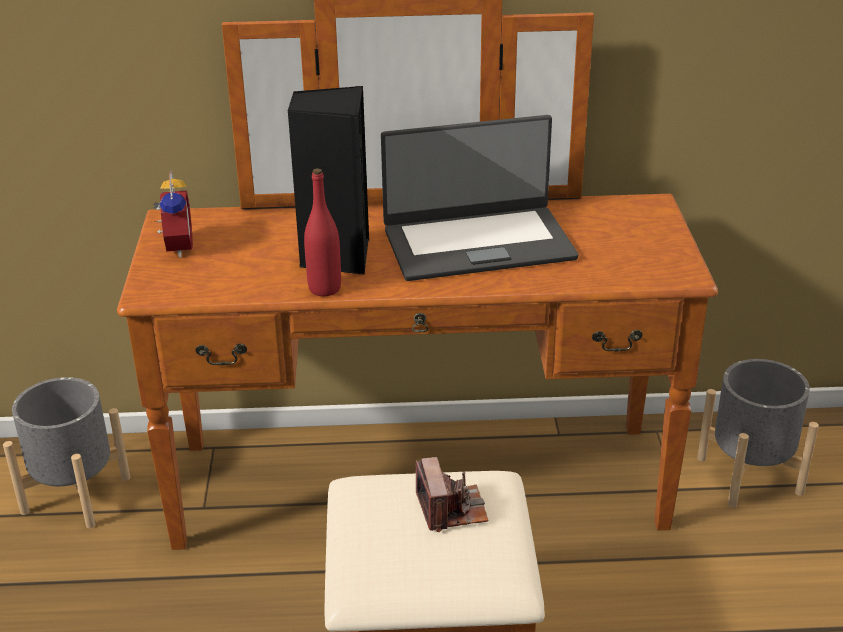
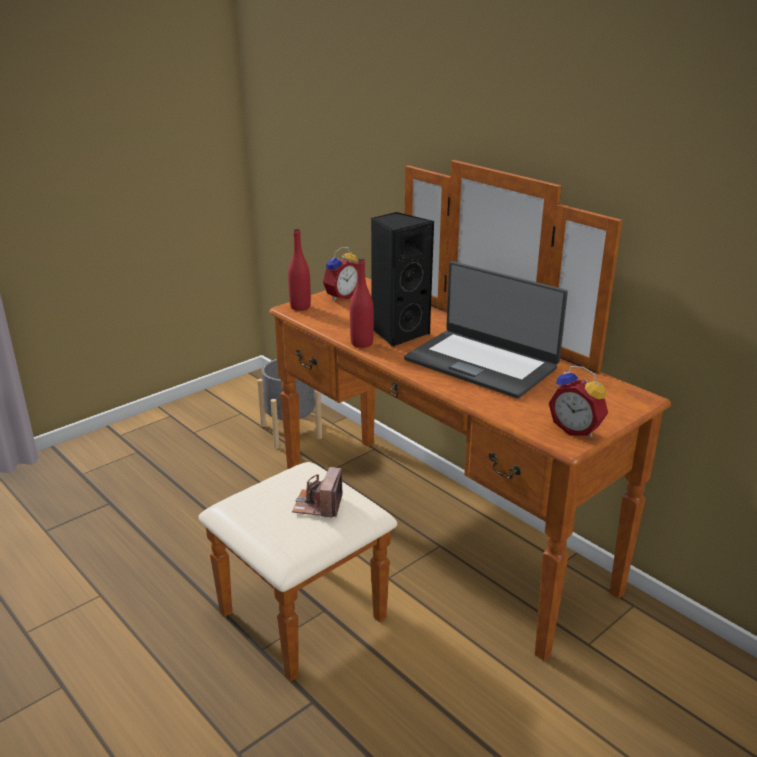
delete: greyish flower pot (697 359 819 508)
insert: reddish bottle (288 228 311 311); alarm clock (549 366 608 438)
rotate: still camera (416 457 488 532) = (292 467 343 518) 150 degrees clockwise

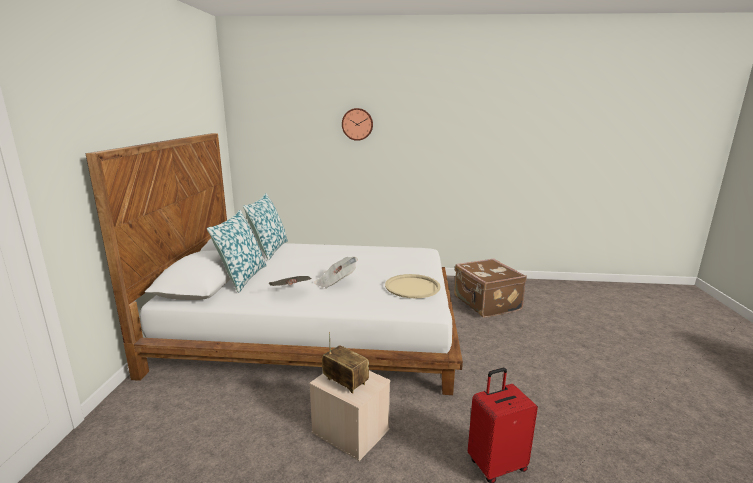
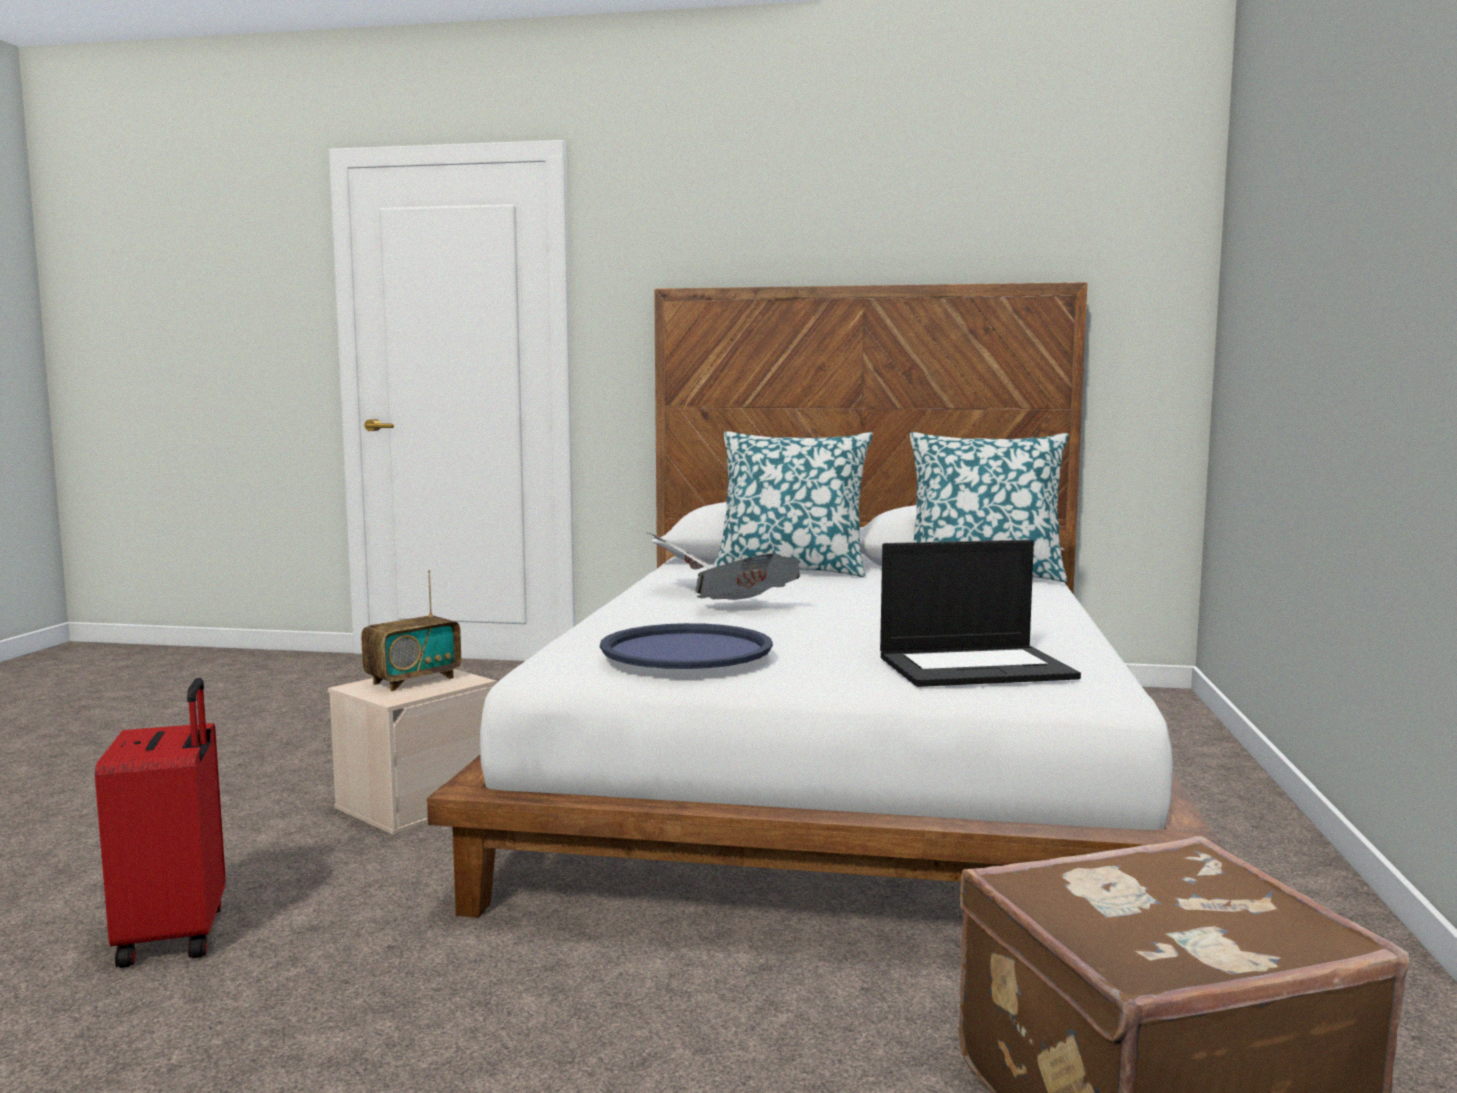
delete: hanging clock (342 108 373 141)
insert: laptop (880 540 1081 687)
recolor: beige-coloured carrying tray (385 274 441 298) to blue carrying tray (600 623 773 669)

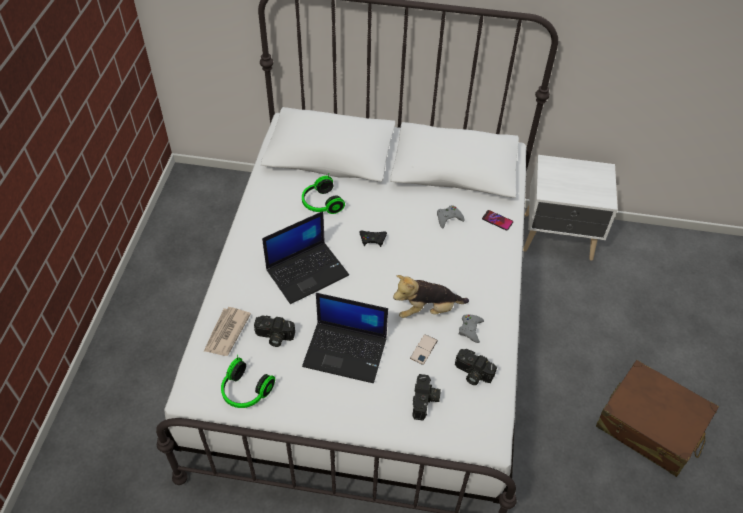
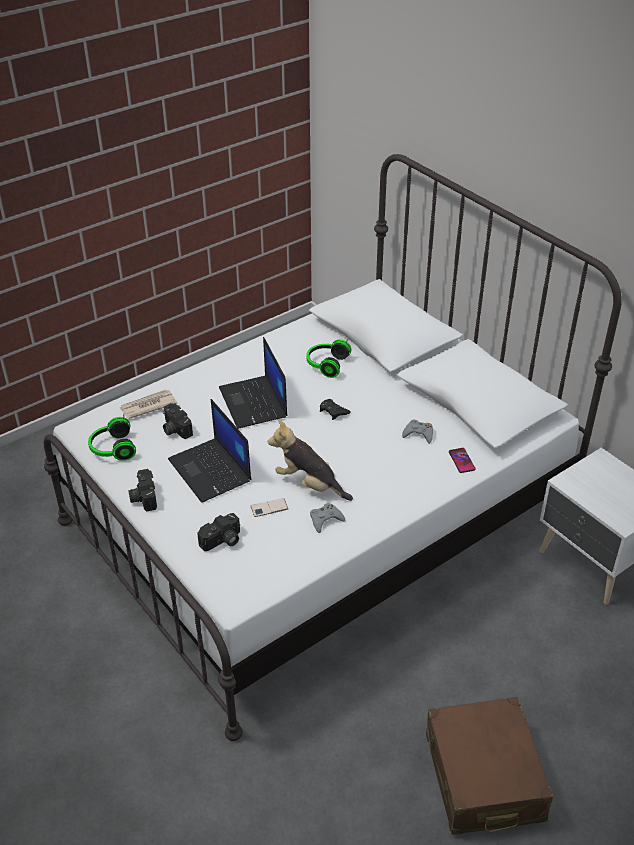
move: still camera (455 349 497 385) to (128 469 157 512)
rotate: laptop (262 211 349 304) = (219 337 287 429) 60 degrees clockwise

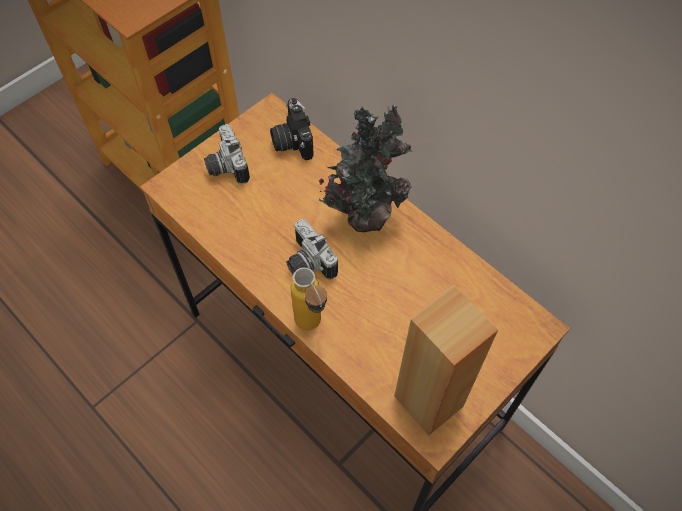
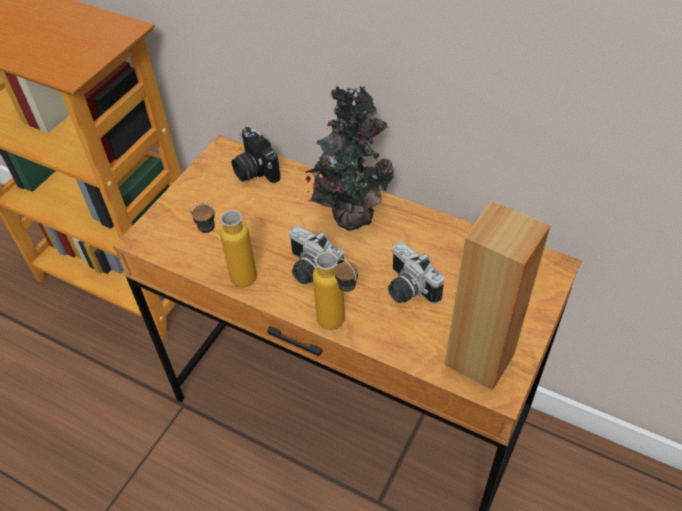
insert: bottle (190 202 257 287)
move: still camera (204 124 250 184) to (388 242 444 304)

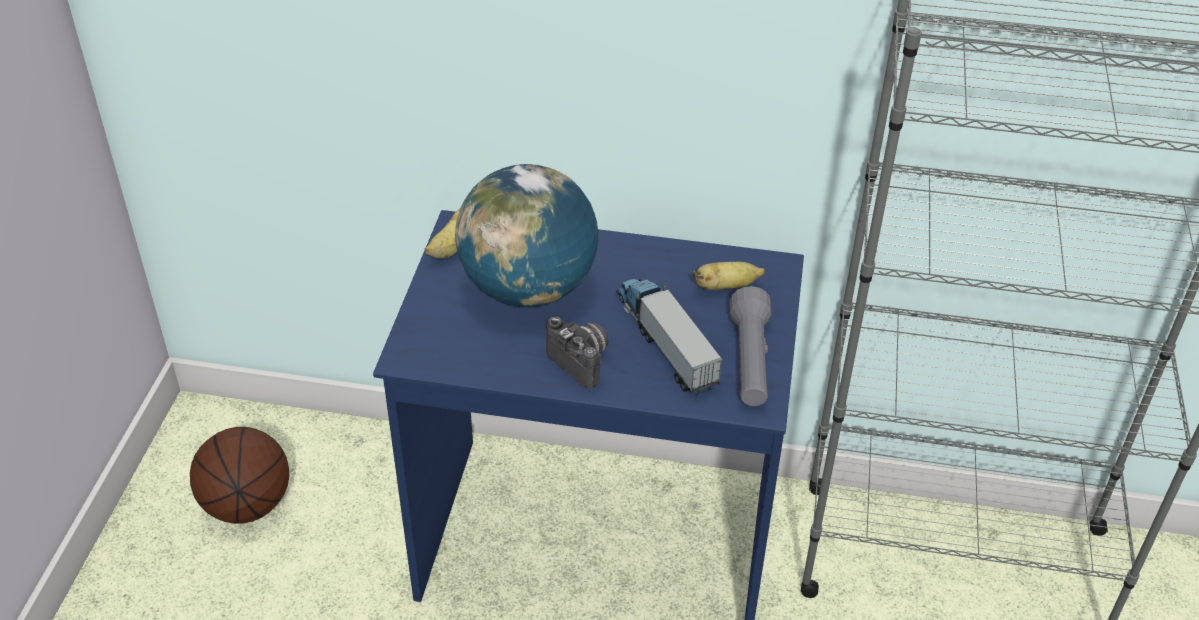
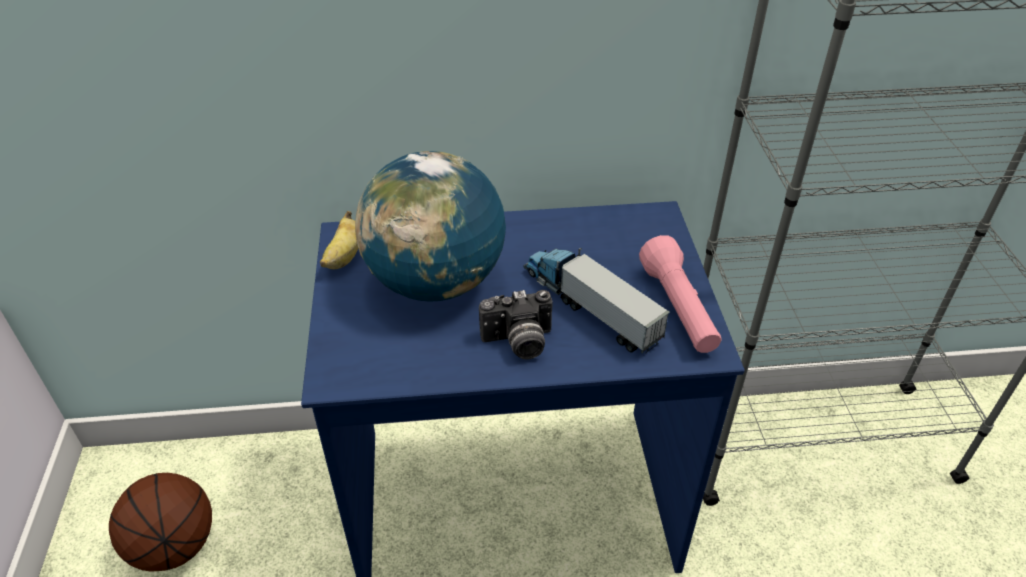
delete: whole banana (693 262 765 290)
recolor: greyish flashlight (730 286 771 406) to pinkish flashlight (639 235 721 353)
rotate: still camera (546 316 609 389) = (479 290 553 359) 135 degrees clockwise

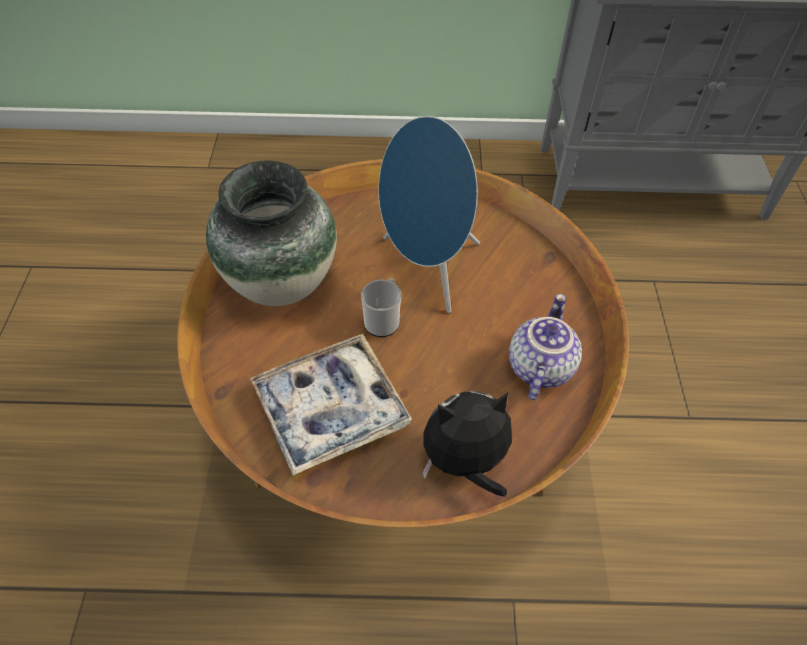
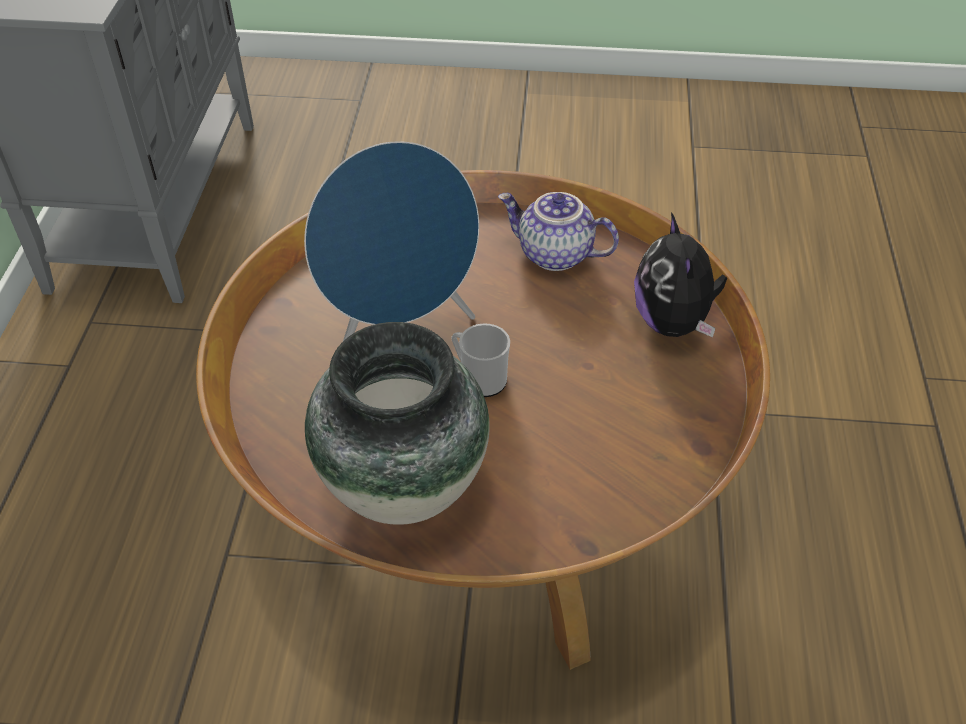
delete: carrying tray (250 334 412 476)

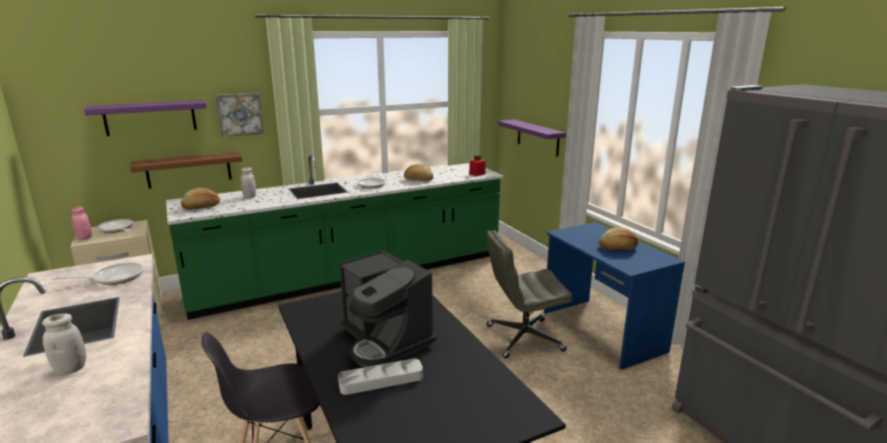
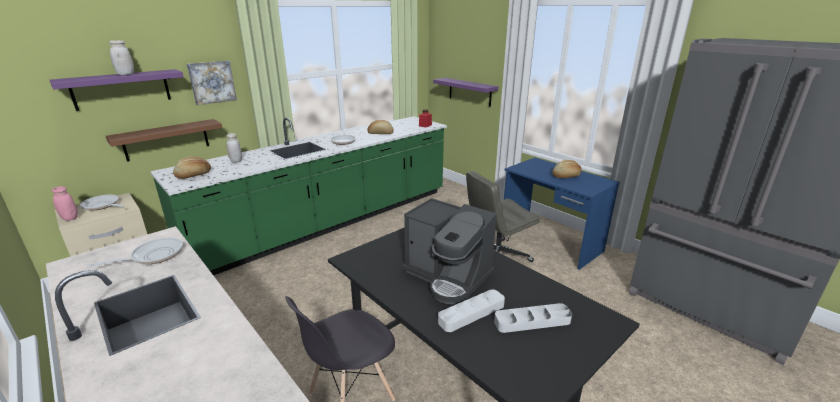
insert: greyish carrying tray (494 303 572 333)
move: white storage jar (42 314 86 375) to (109 40 134 75)

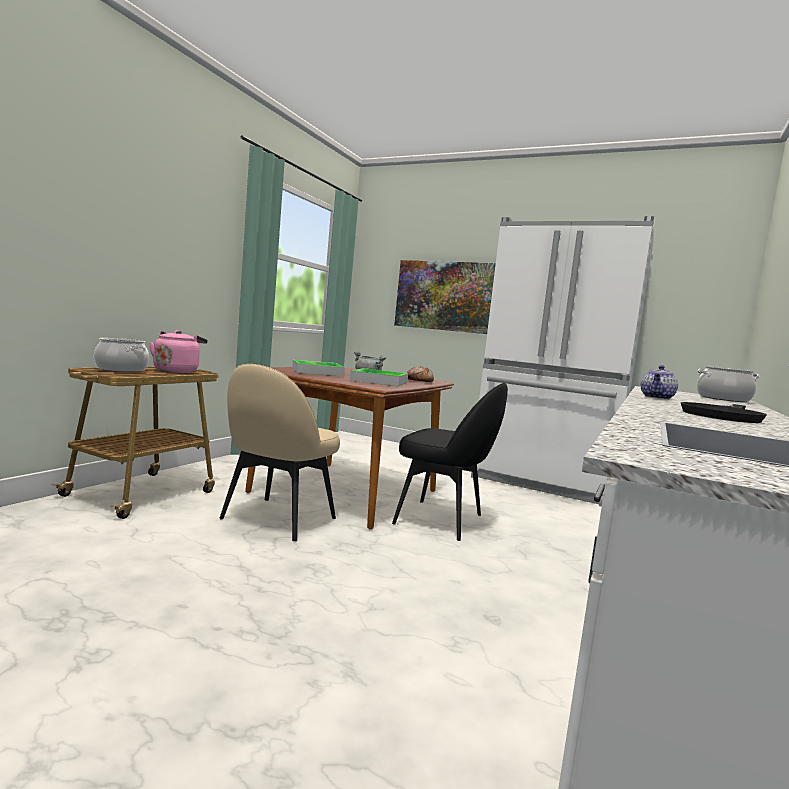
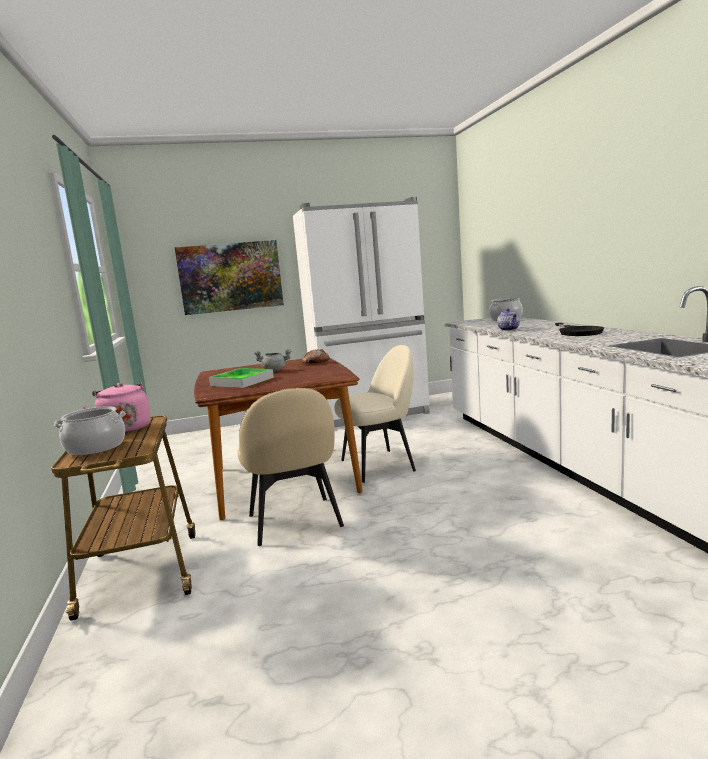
delete: carrying tray (350 368 408 386)
recolor: black upright chair (392 383 508 541) to beige-coloured upright chair (334 345 416 483)

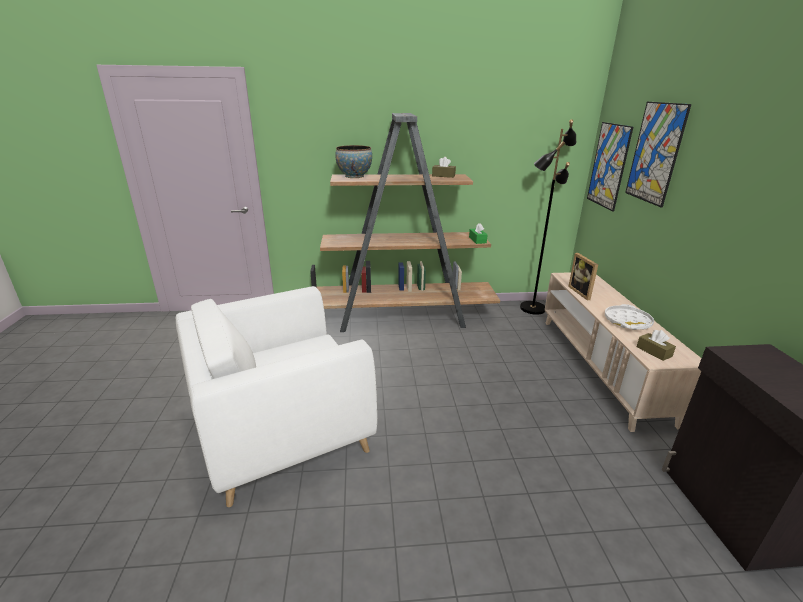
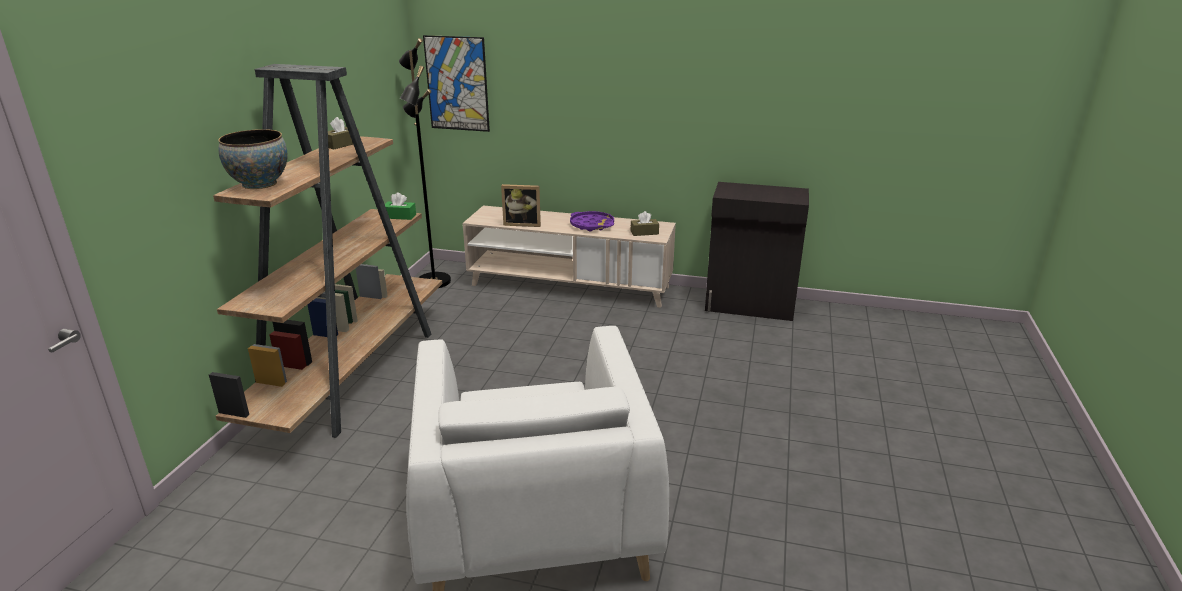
delete: picture (625 102 692 208)
recolor: white carrying tray (605 304 654 330) to purple carrying tray (570 211 614 231)

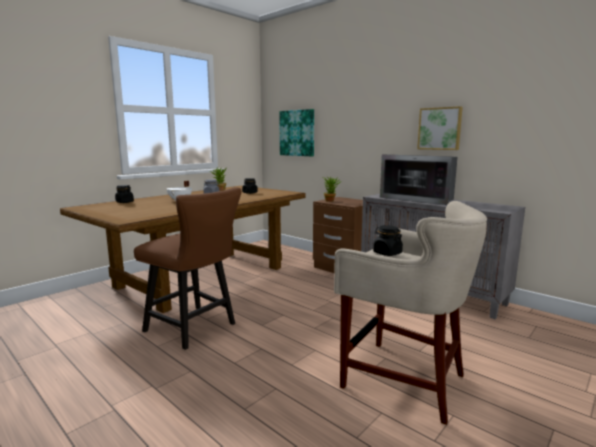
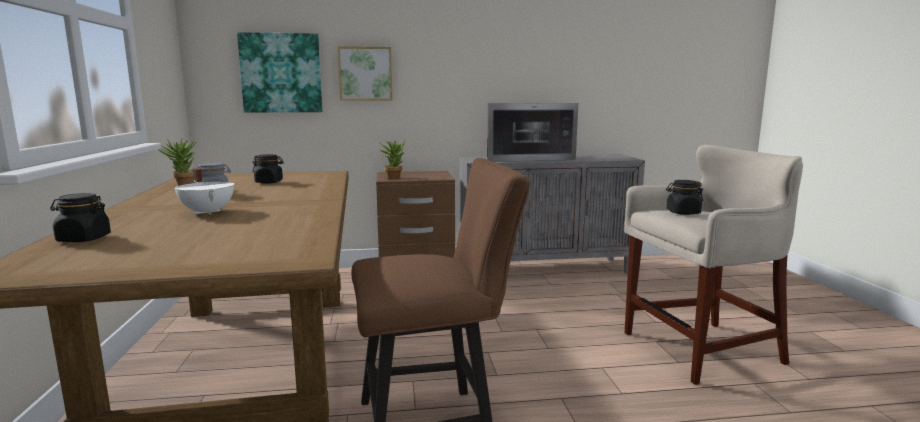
move: picture (417 106 463 150) to (338 46 392 100)

